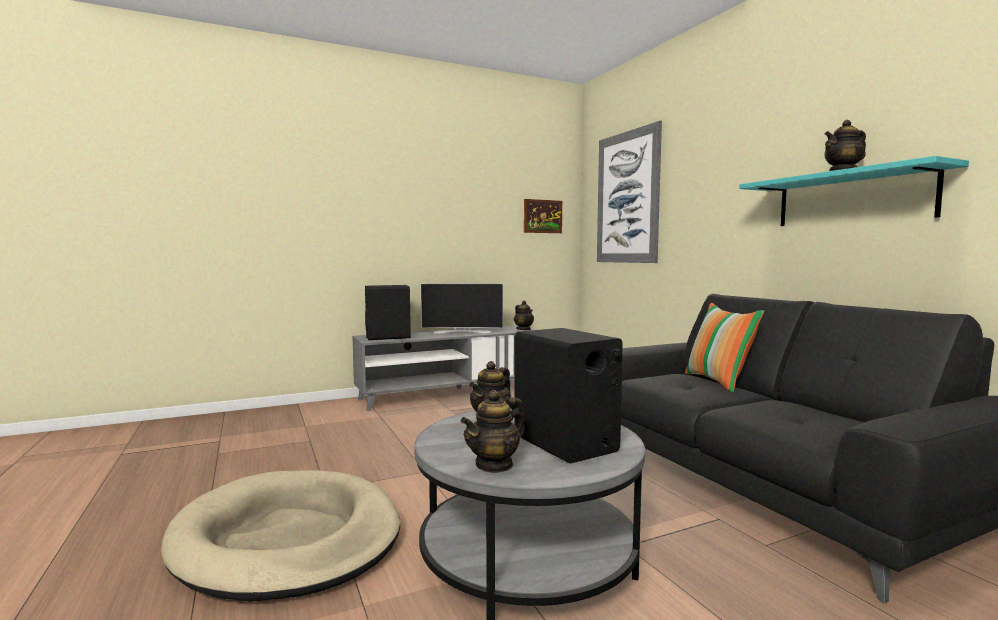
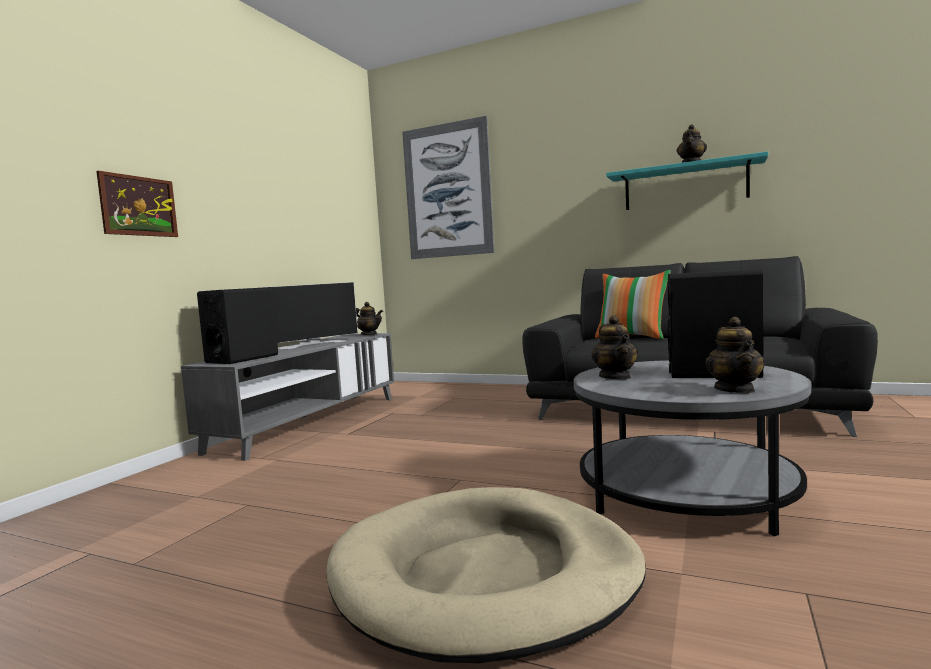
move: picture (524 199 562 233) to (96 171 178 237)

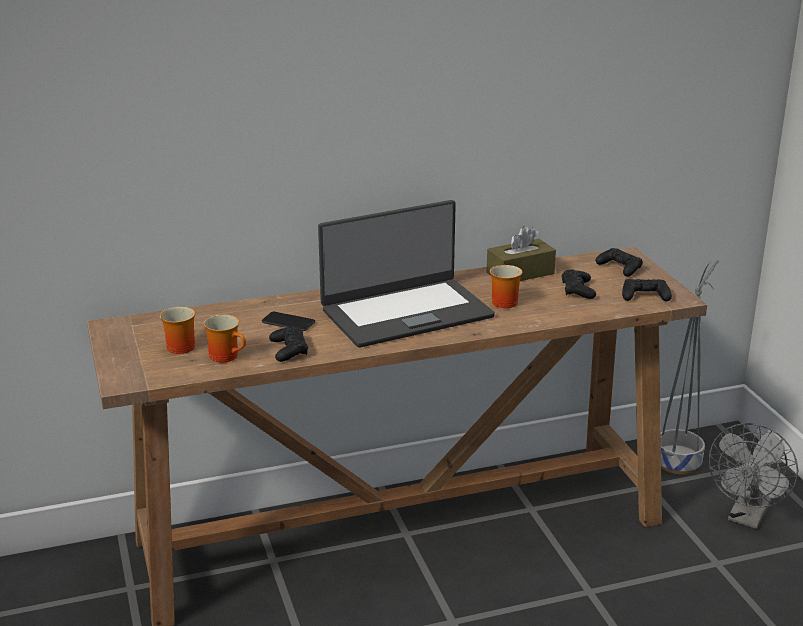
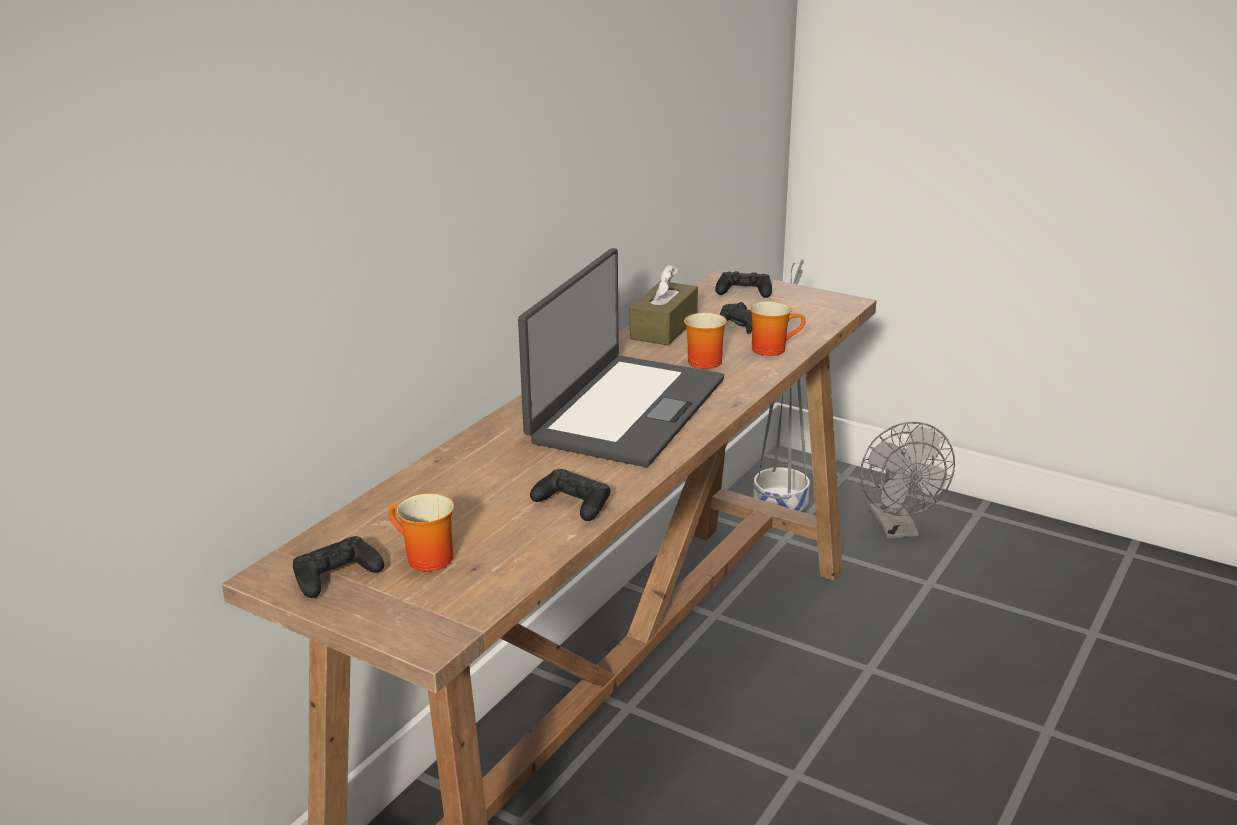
delete: phone (262 312 315 331)
move: coffee mug (203 314 246 363) to (750 301 805 356); black gamepad (622 279 672 301) to (293 536 384 598)

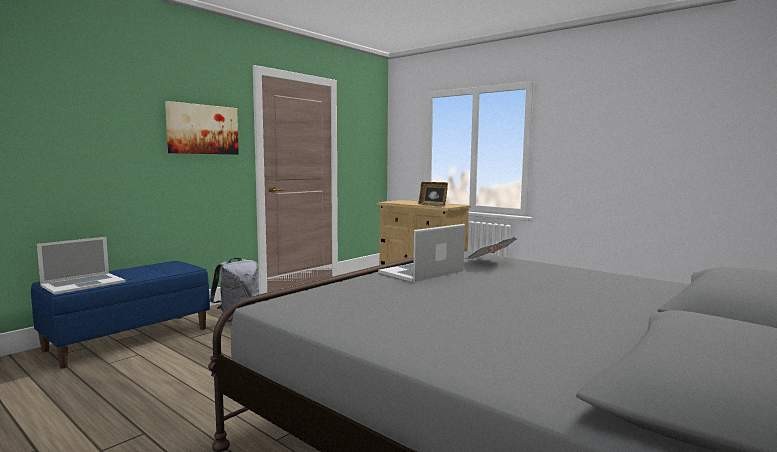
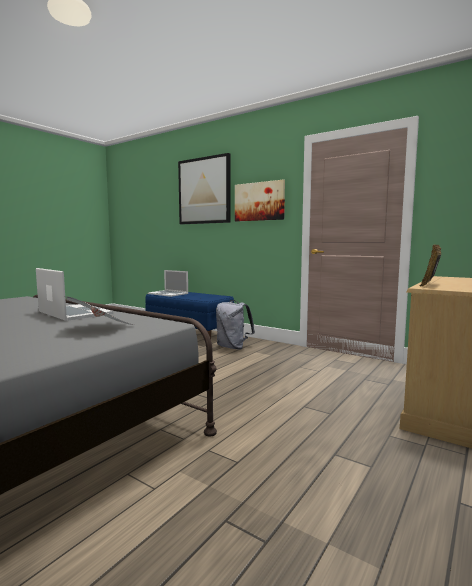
insert: picture (178 153 231 224)

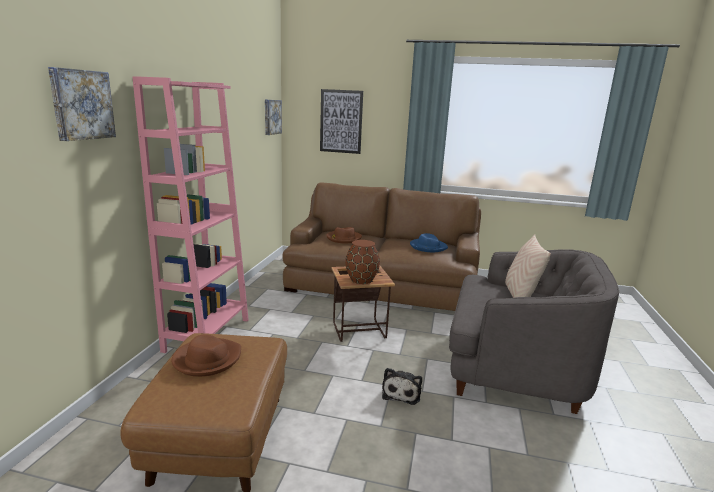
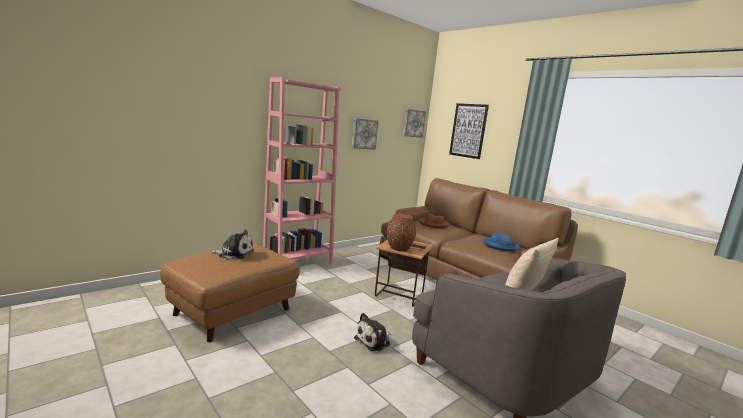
move: picture (48 67 116 141) to (352 118 379 150)
replace: brown wearable hat (171 334 241 377) to cuddly toy (211 230 254 260)

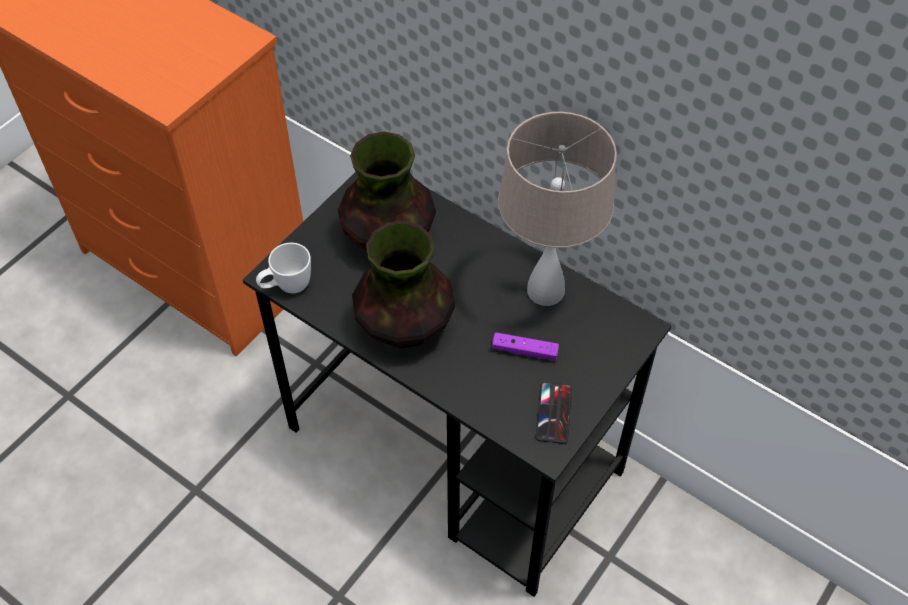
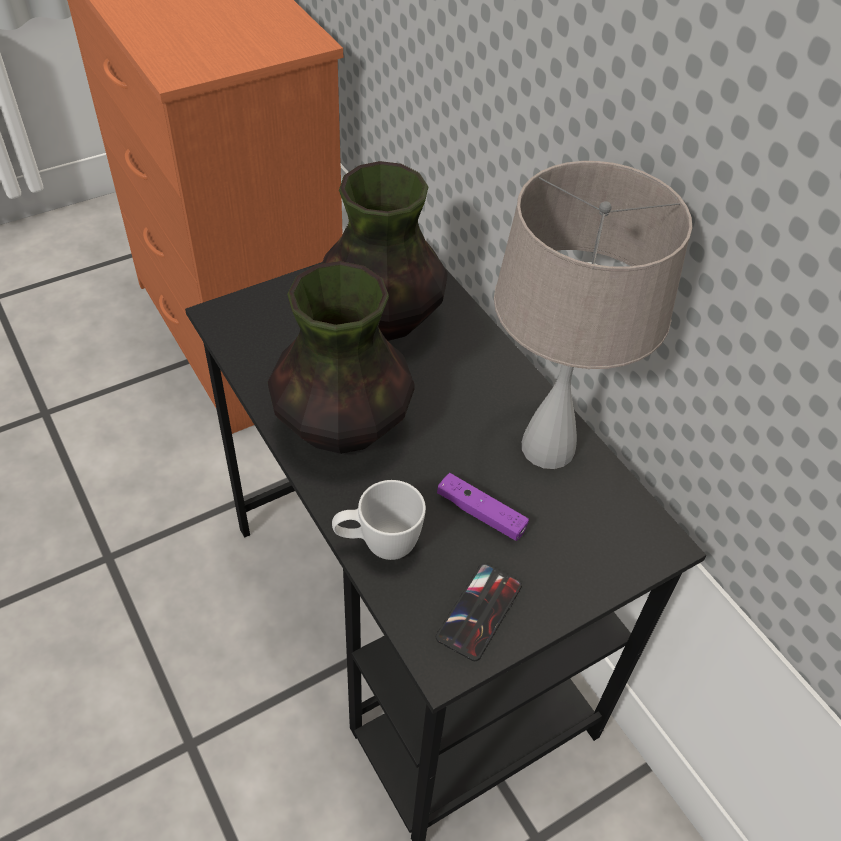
move: white coffee mug (256 243 311 293) to (332 480 426 560)

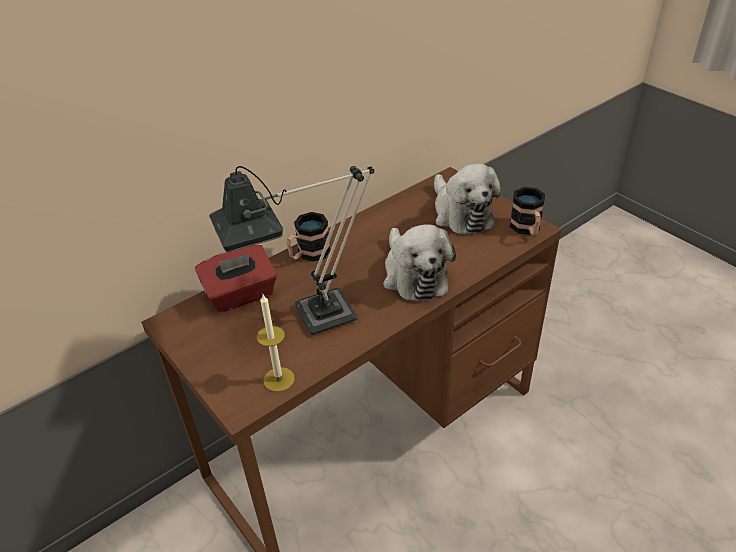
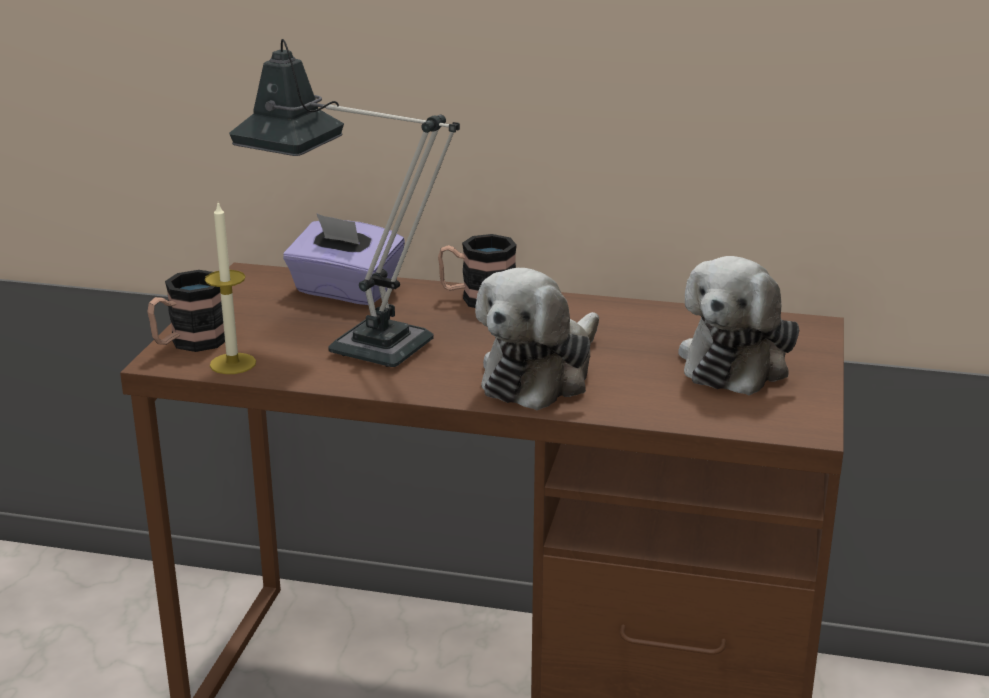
move: coffee mug (510 187 545 236) to (147 270 225 352)
recolor: reddish tissue box (195 245 277 313) to purple tissue box (283 213 405 305)

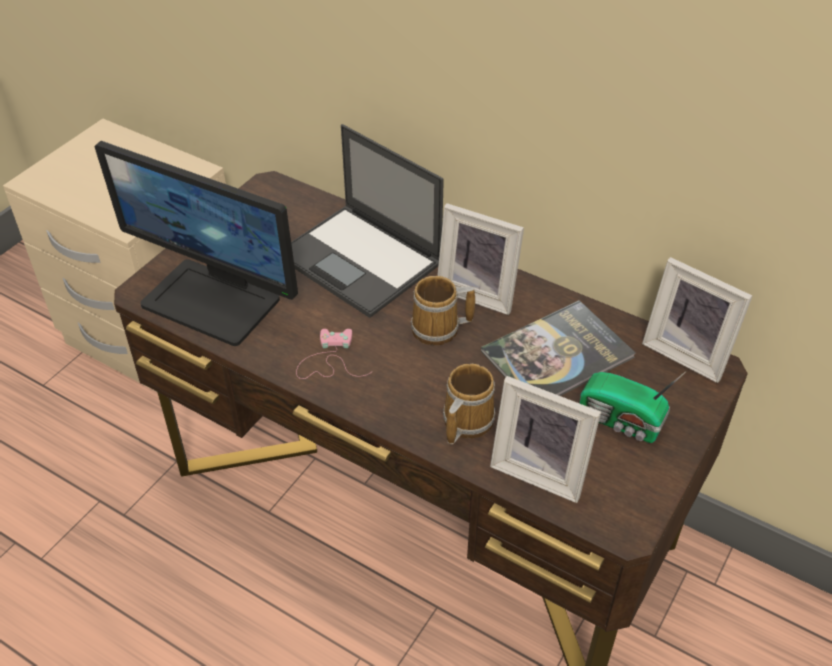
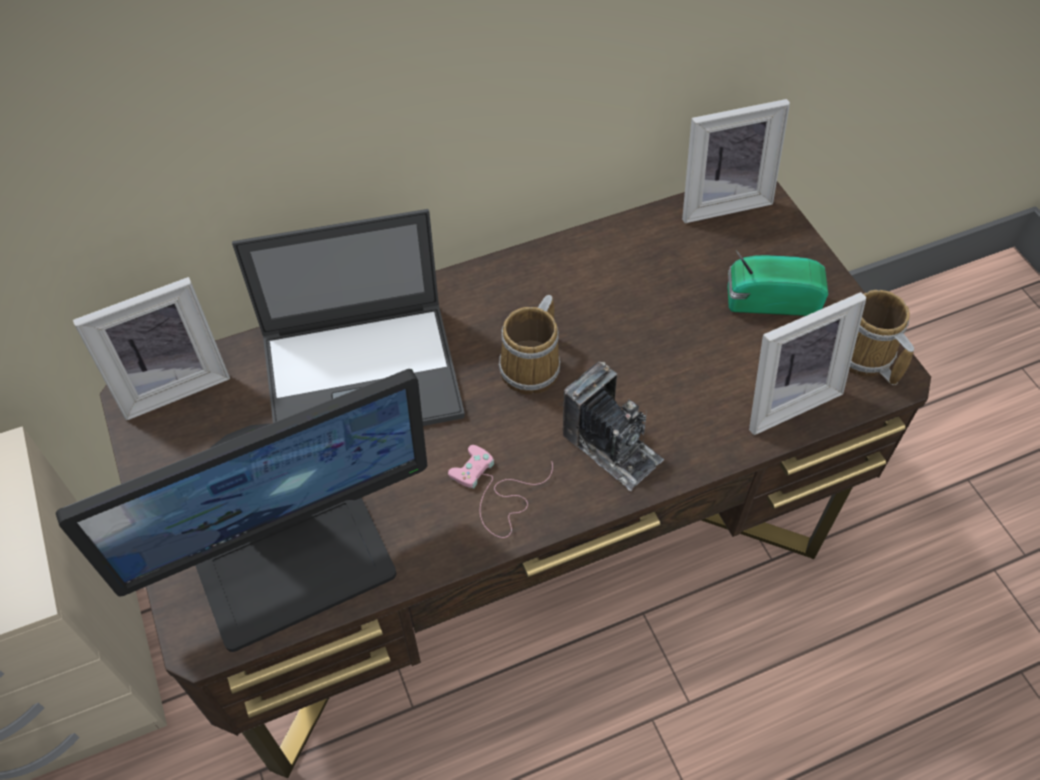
delete: volume (481 300 636 396)
insert: still camera (563 361 664 491)
move: picture frame (437 203 524 315) to (73 277 230 421); coffee mug (443 364 496 444) to (849 290 914 385)
rotate: radio set (580 372 686 443) = (727 250 828 316) 150 degrees counterclockwise

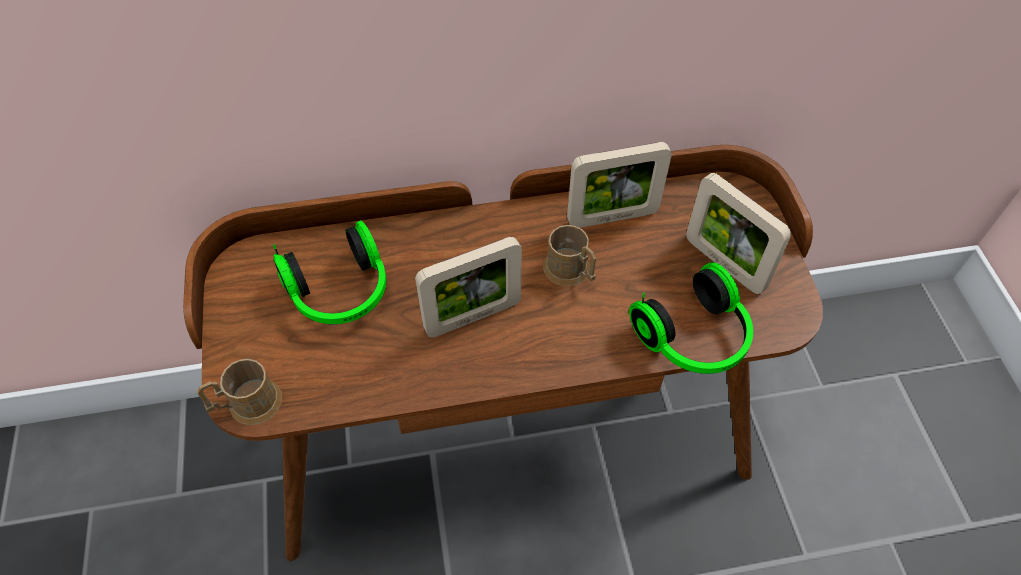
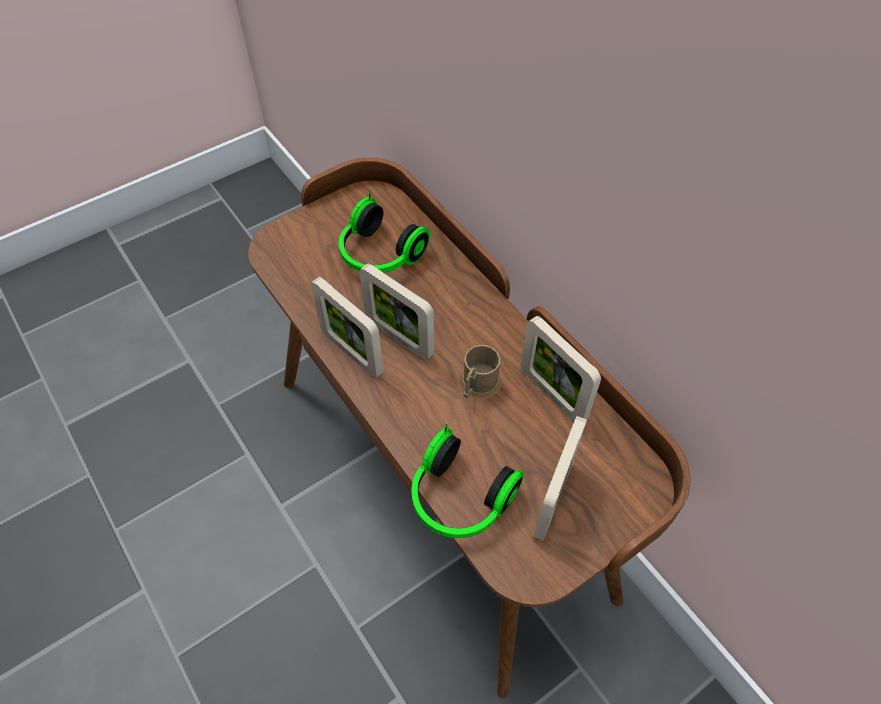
delete: brown coffee mug (197 359 282 425)
insert: picture frame (311 277 384 379)

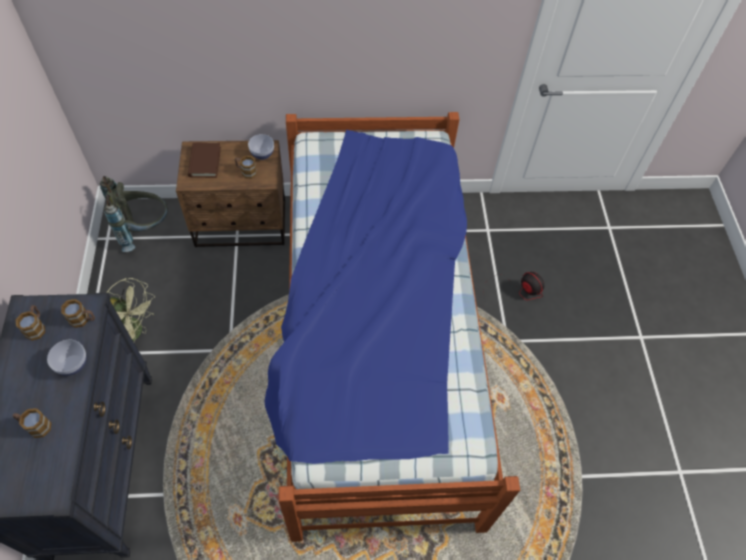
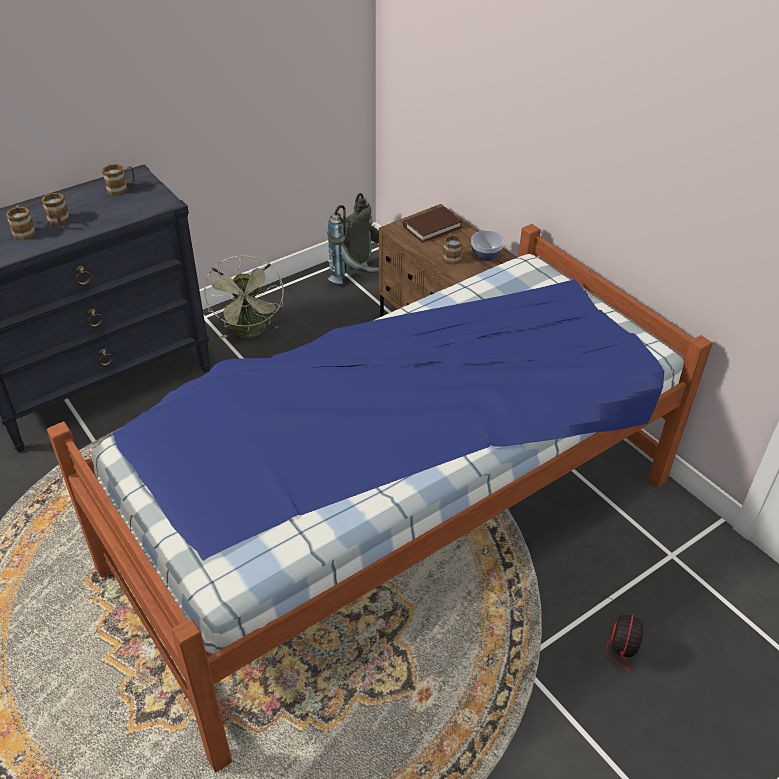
delete: bowl (47 340 87 376)
move: coffee mug (61 299 95 328) to (41 193 70 225)

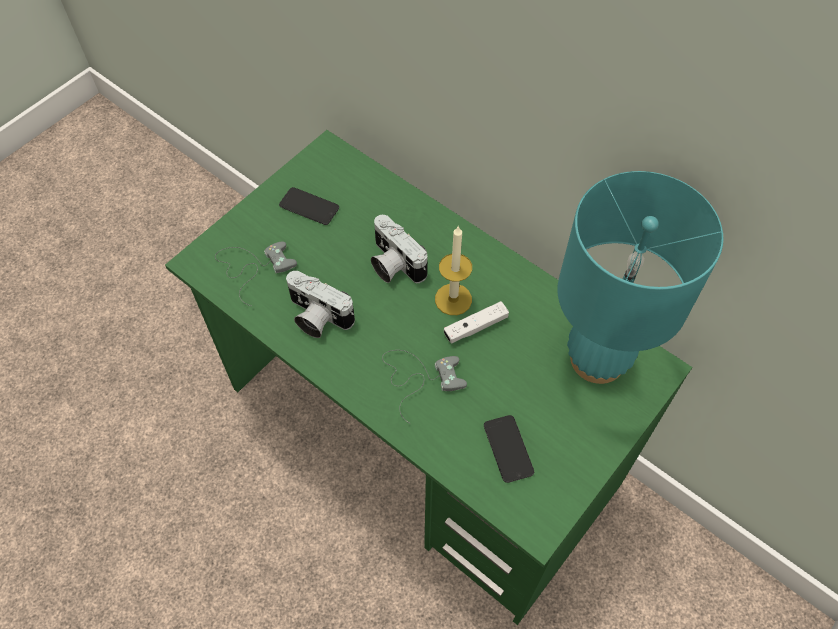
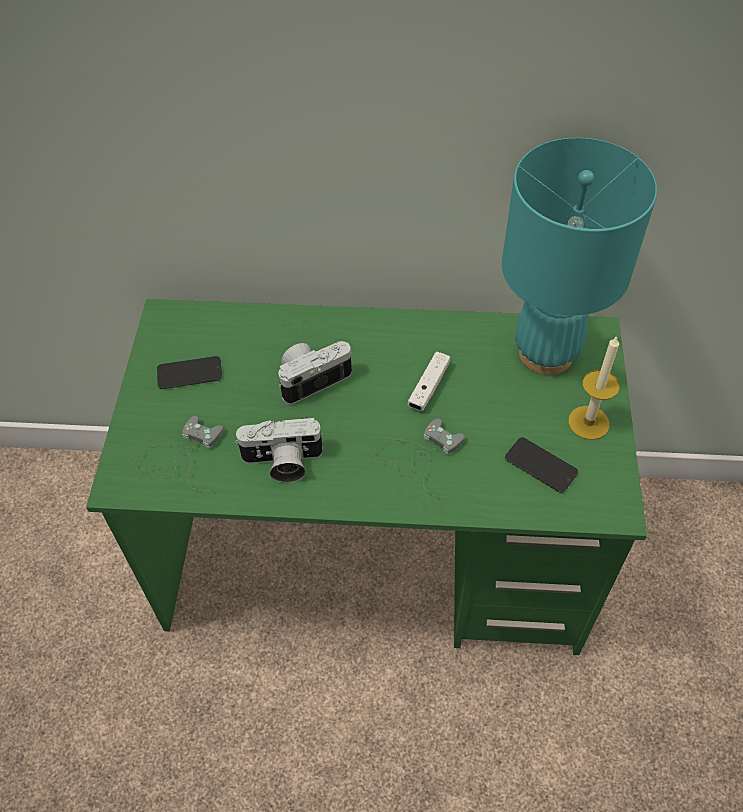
move: wax light (435 226 472 315) to (568 335 620 440)
rotate: still camera (371 215 427 283) = (278 341 353 405) 135 degrees clockwise

